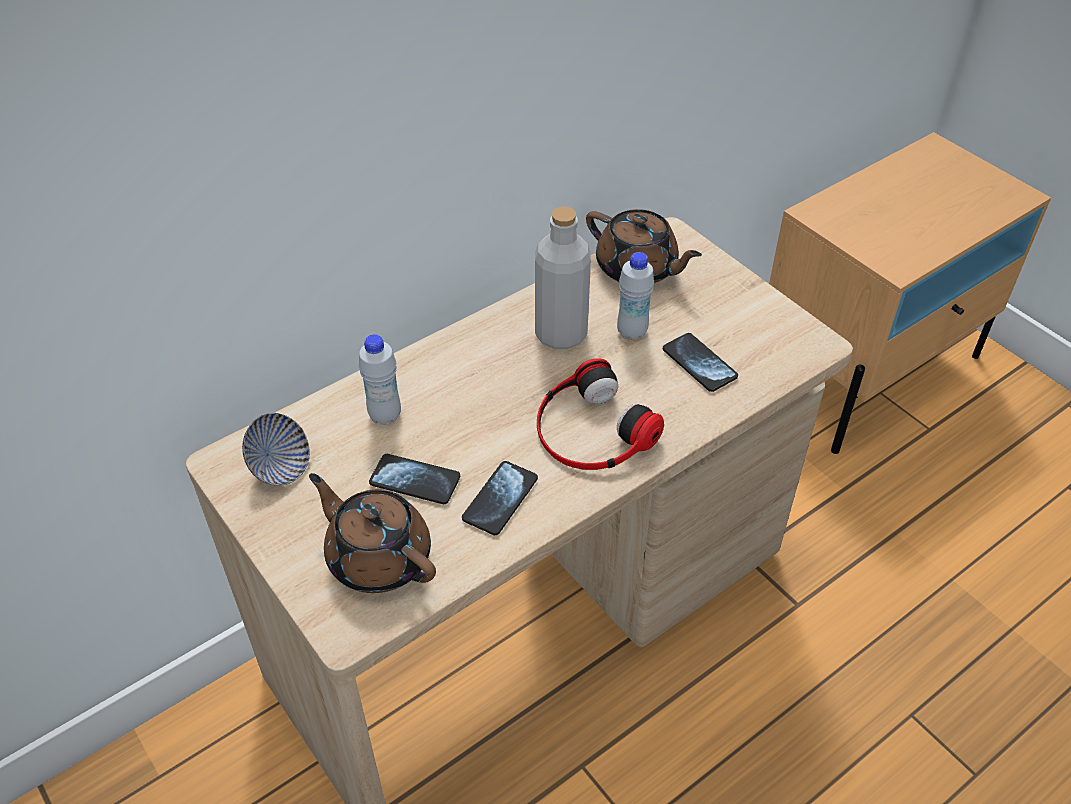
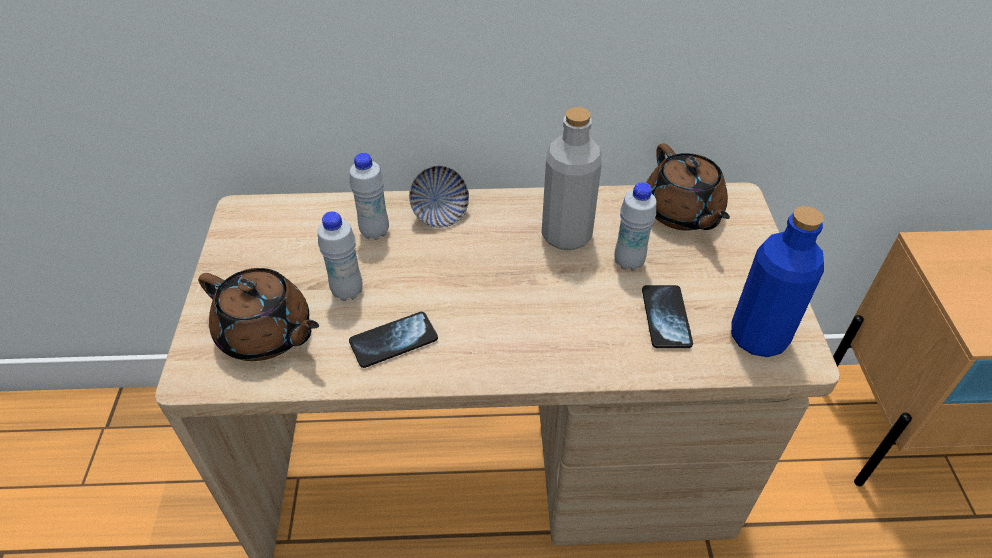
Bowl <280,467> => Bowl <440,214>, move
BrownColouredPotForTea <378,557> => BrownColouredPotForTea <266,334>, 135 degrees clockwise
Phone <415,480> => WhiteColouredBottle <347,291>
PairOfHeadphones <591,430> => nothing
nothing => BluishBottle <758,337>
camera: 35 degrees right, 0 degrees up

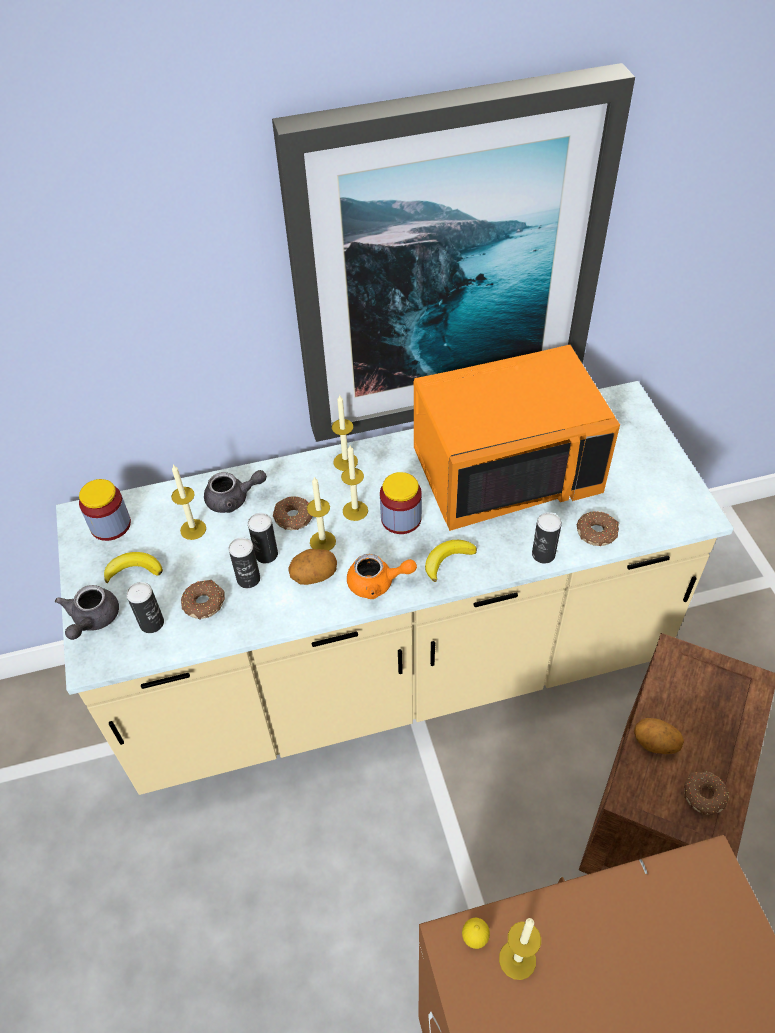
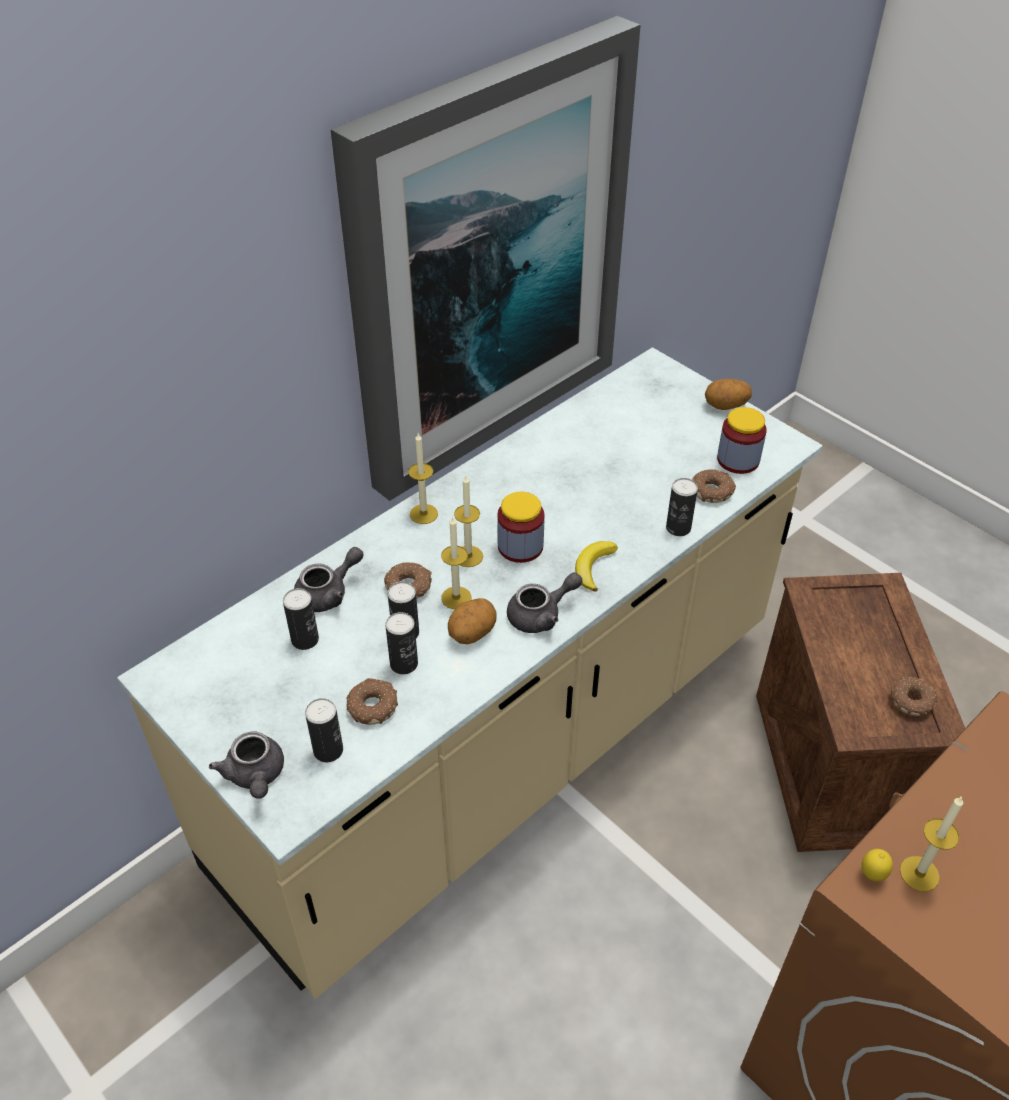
StorageJar <110,525> => StorageJar <738,460>, move
WholeBanana <134,570> => nothing
WaxCandle <193,529> => MetalCan <305,639>
OrangeyPotForTea <377,583> => GrayPotForTea <541,615>
OrangeyMicrowaveOven <505,470> => nothing
WholePotato <654,744> => WholePotato <725,407>, move
camera: 30 degrees left, 5 degrees down

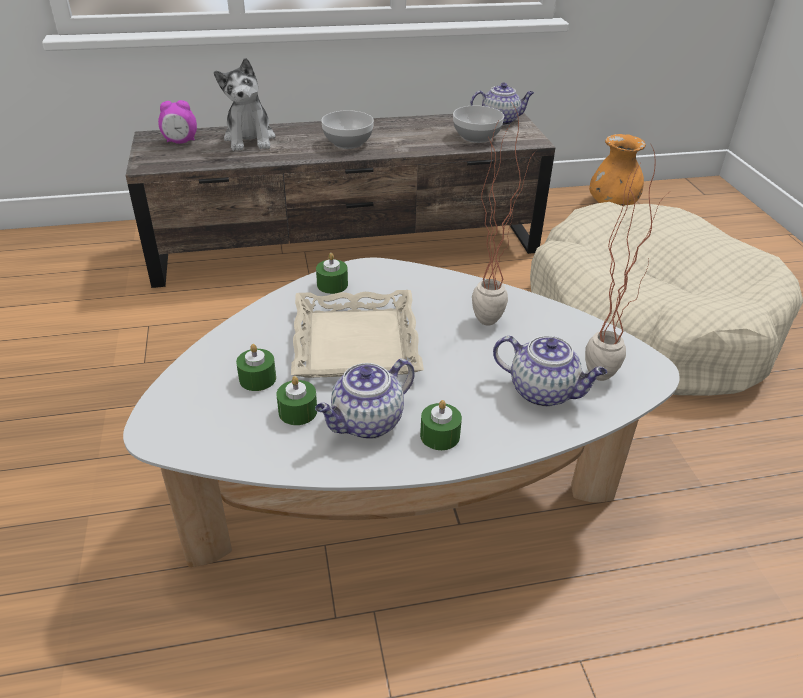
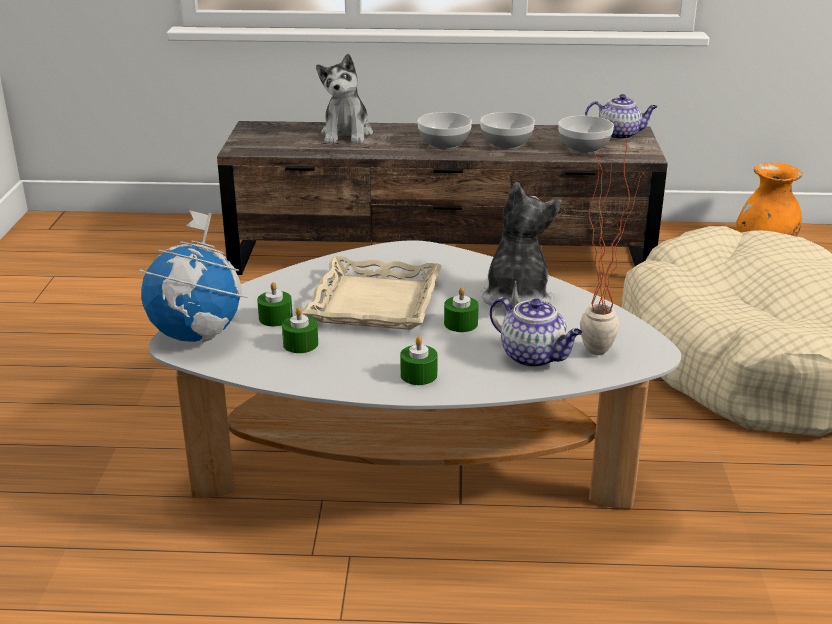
BedsideClock <180,142> => nothing
PotForTea <366,423> => nothing
GreenishWaxCandle <332,285> => GreenishWaxCandle <461,323>, move
PottedPlant <492,316> => CuddlyToy <516,296>
nothing => WorldGlobe <198,334>
nothing => Bowl <505,144>
camera: 15 degrees right, 10 degrees down

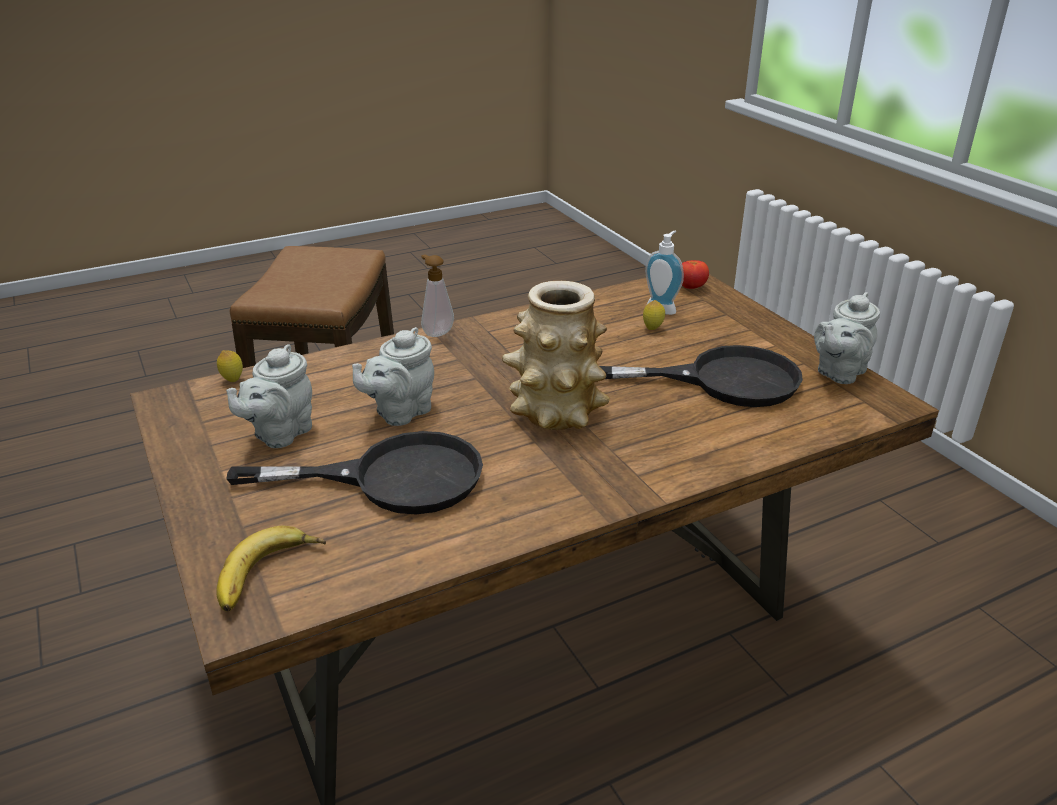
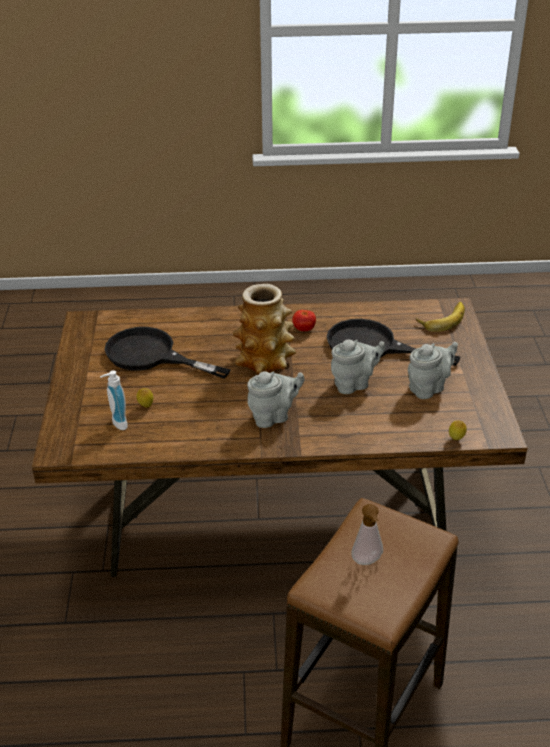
SoapDispenser <436,332> => SoapDispenser <367,562>, move
FreshTomato <691,287> => FreshTomato <304,329>, move
GrayPotForTea <839,373> => GrayPotForTea <273,416>, move
camera: 155 degrees left, 5 degrees up

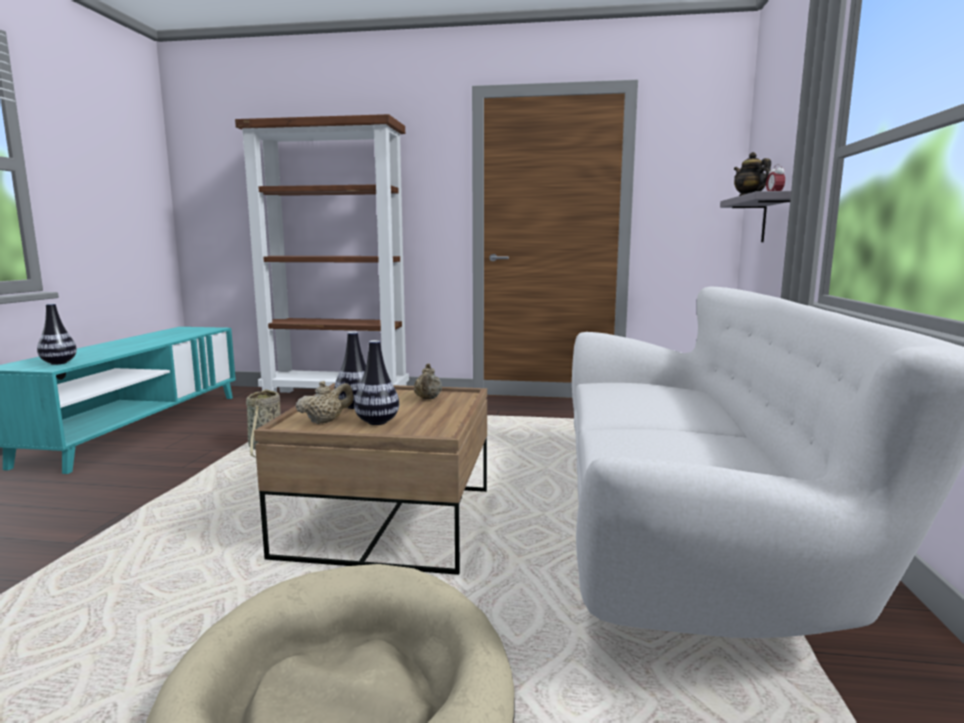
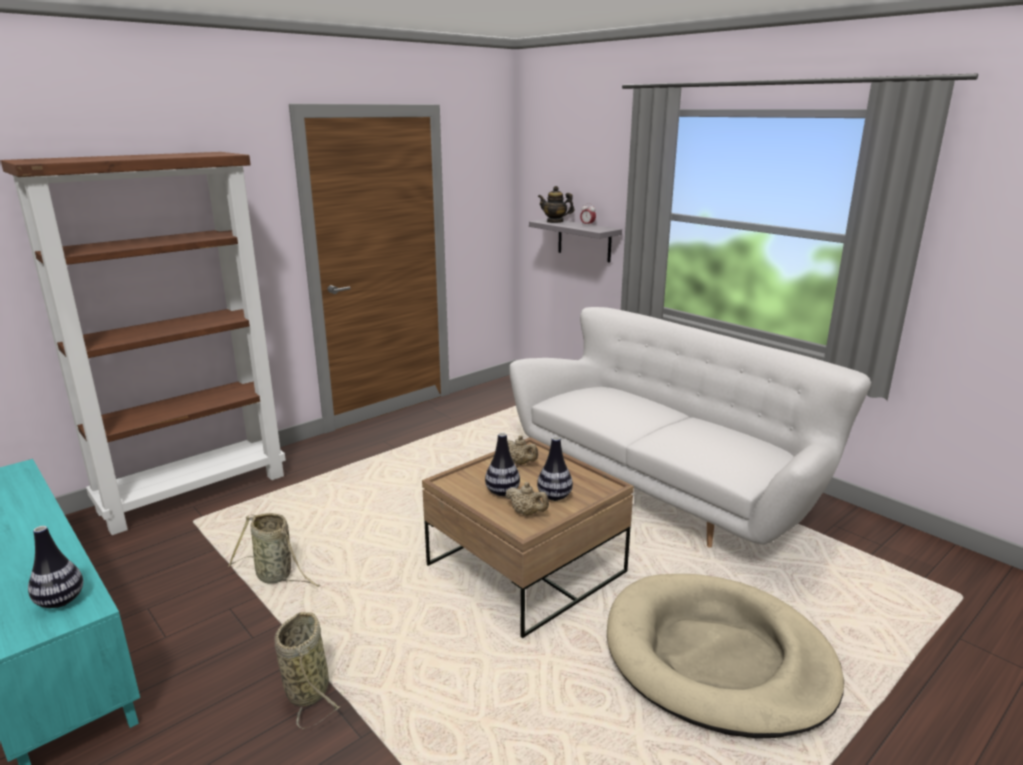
SandColouredPotForTea <326,421> => SandColouredPotForTea <527,513>, 120 degrees clockwise
nothing => Basket <307,688>
camera: 50 degrees left, 10 degrees up

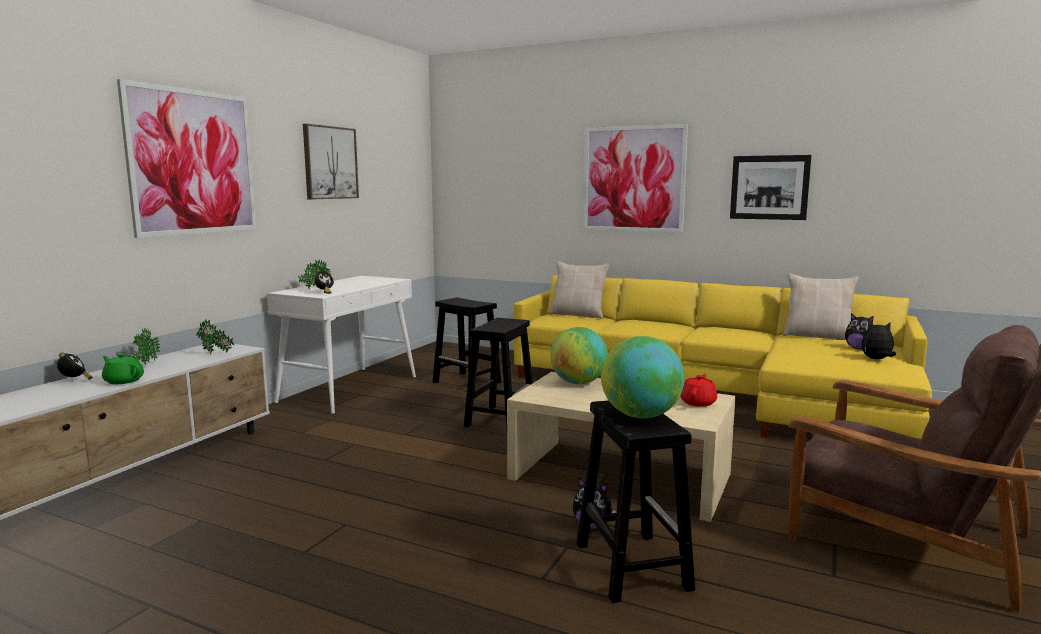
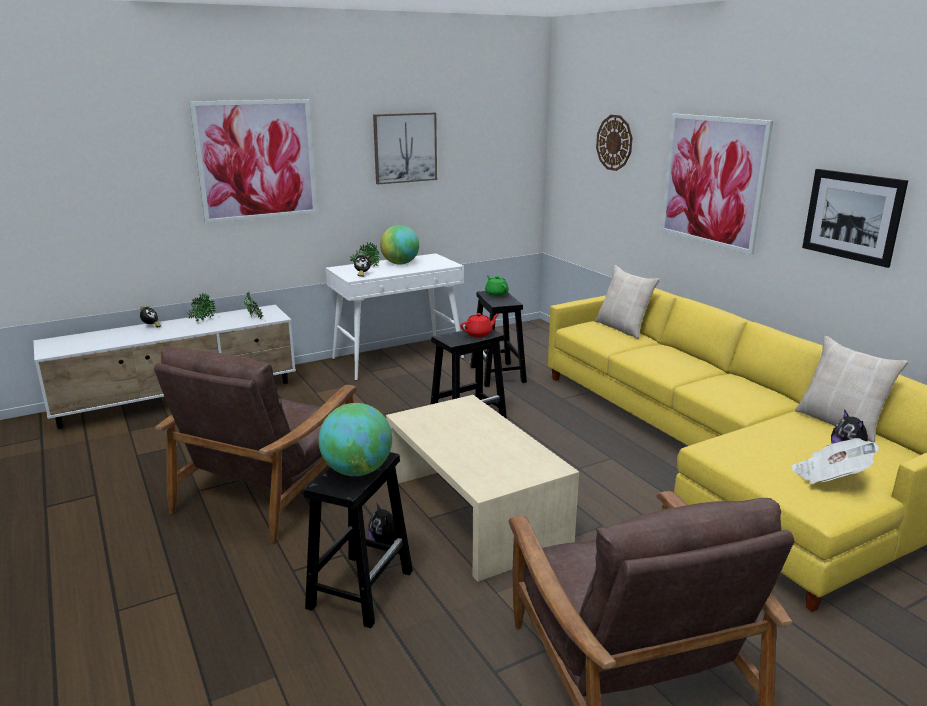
GreenishPotForTea <123,381> => GreenishPotForTea <496,293>, move
WorldGlobe <578,383> => WorldGlobe <400,263>, move
RedColouredPotForTea <698,402> => RedColouredPotForTea <479,334>, move
CuddlyToy <876,359> => DailyPaper <829,477>
nothing => BrownColouredEasyChair <269,488>
nothing => HangingClock <614,142>
camera: 35 degrees right, 10 degrees up

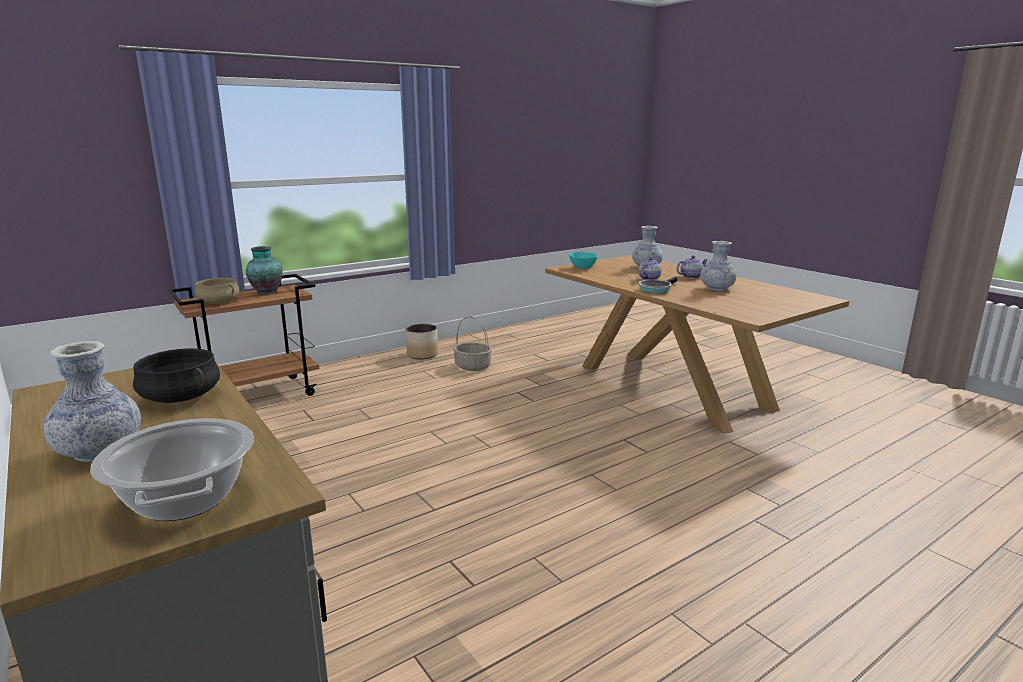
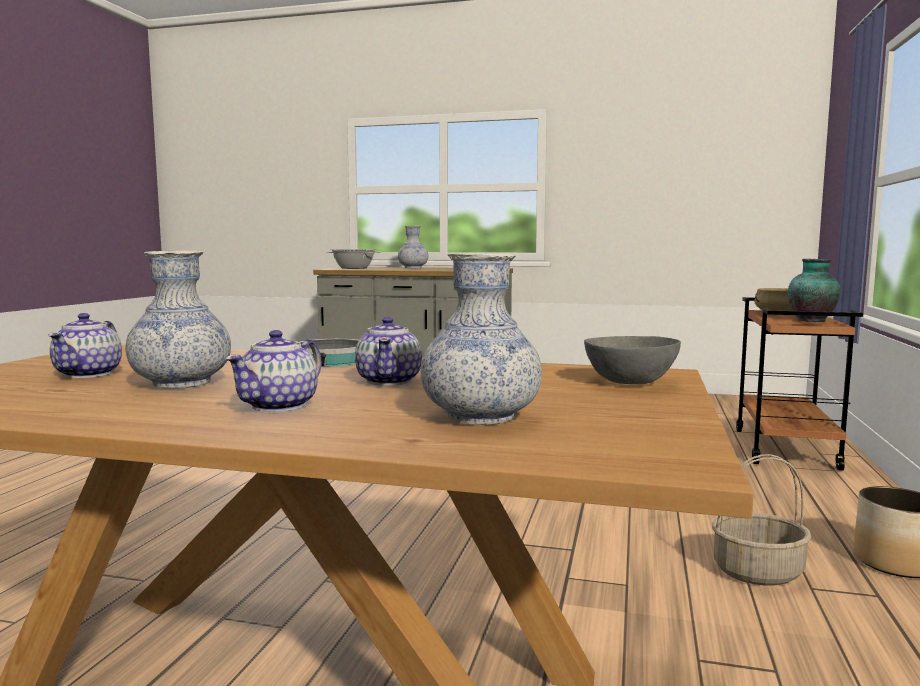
BlackishCookingPot <181,397> => nothing
TurquoiseColouredBowl <582,267> => GrayBowl <632,383>
nothing => PotForTea <89,374>
camera: 140 degrees right, 10 degrees down

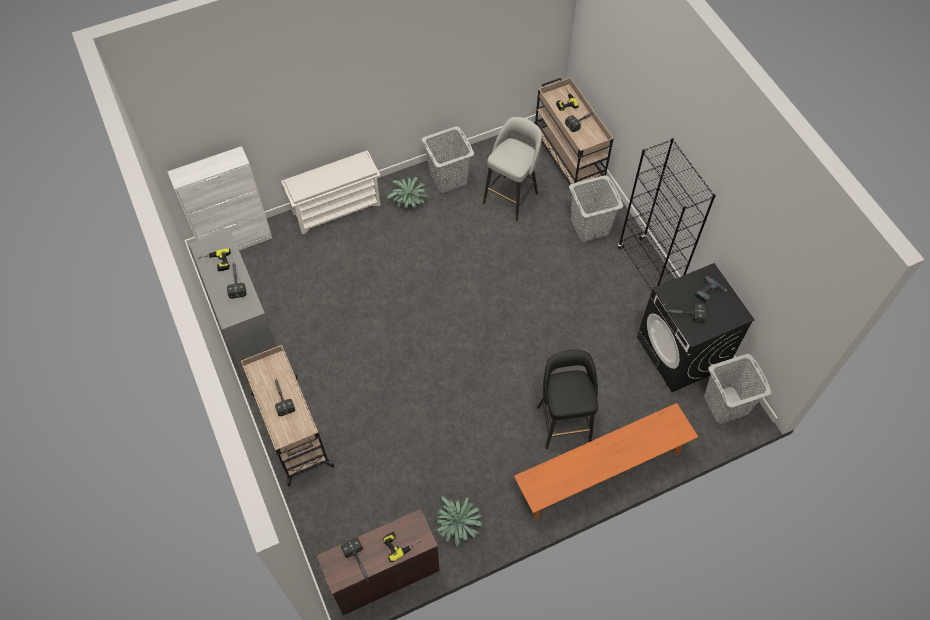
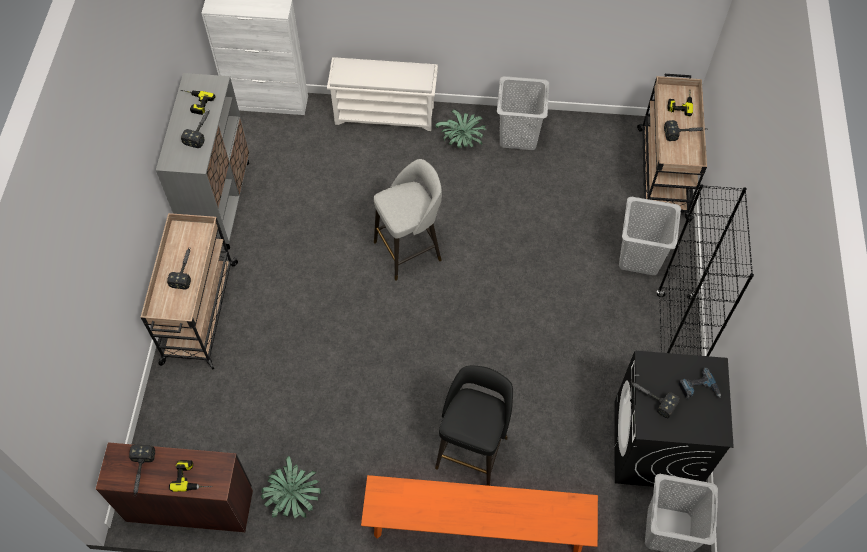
GraySittingStool <511,197> => GraySittingStool <409,250>, move
camera: 30 degrees right, 0 degrees up

